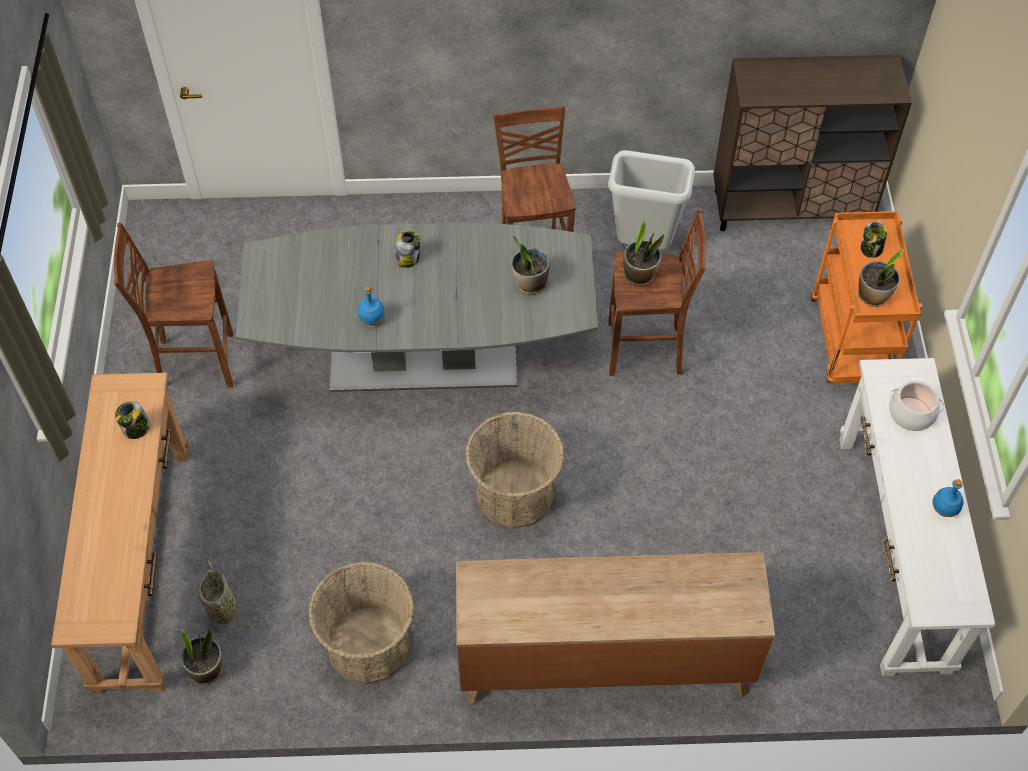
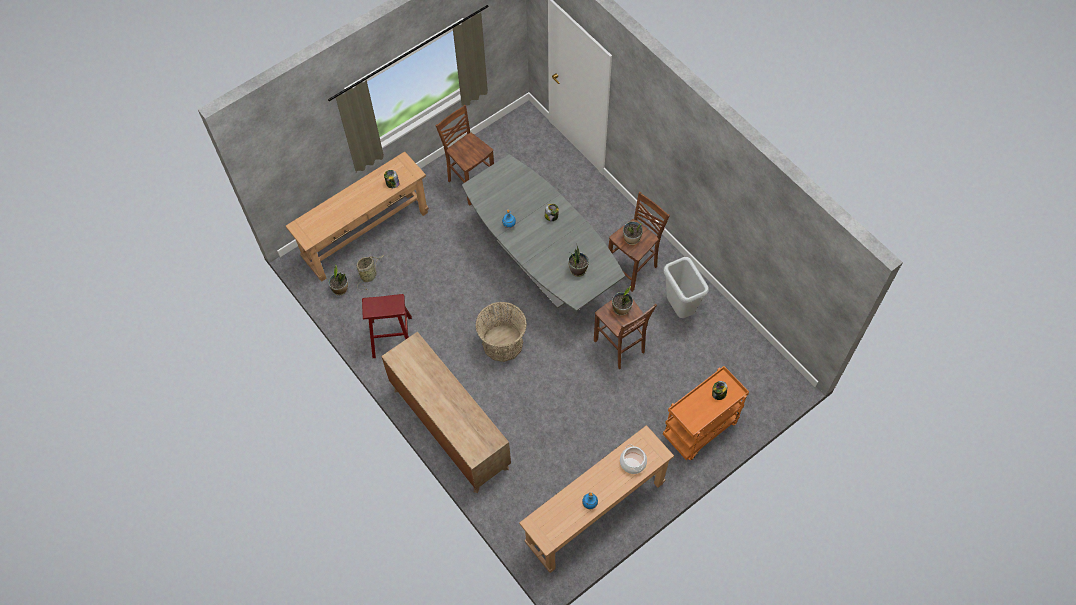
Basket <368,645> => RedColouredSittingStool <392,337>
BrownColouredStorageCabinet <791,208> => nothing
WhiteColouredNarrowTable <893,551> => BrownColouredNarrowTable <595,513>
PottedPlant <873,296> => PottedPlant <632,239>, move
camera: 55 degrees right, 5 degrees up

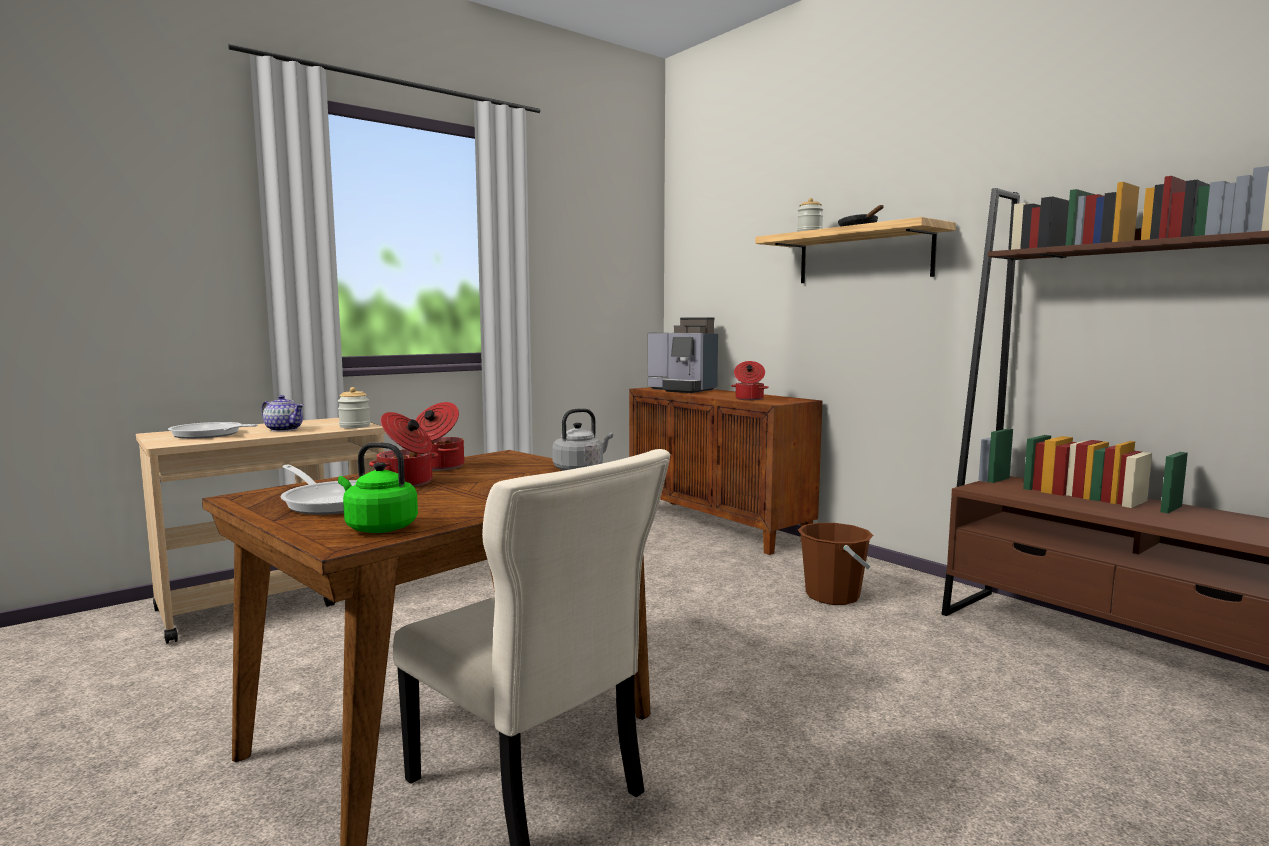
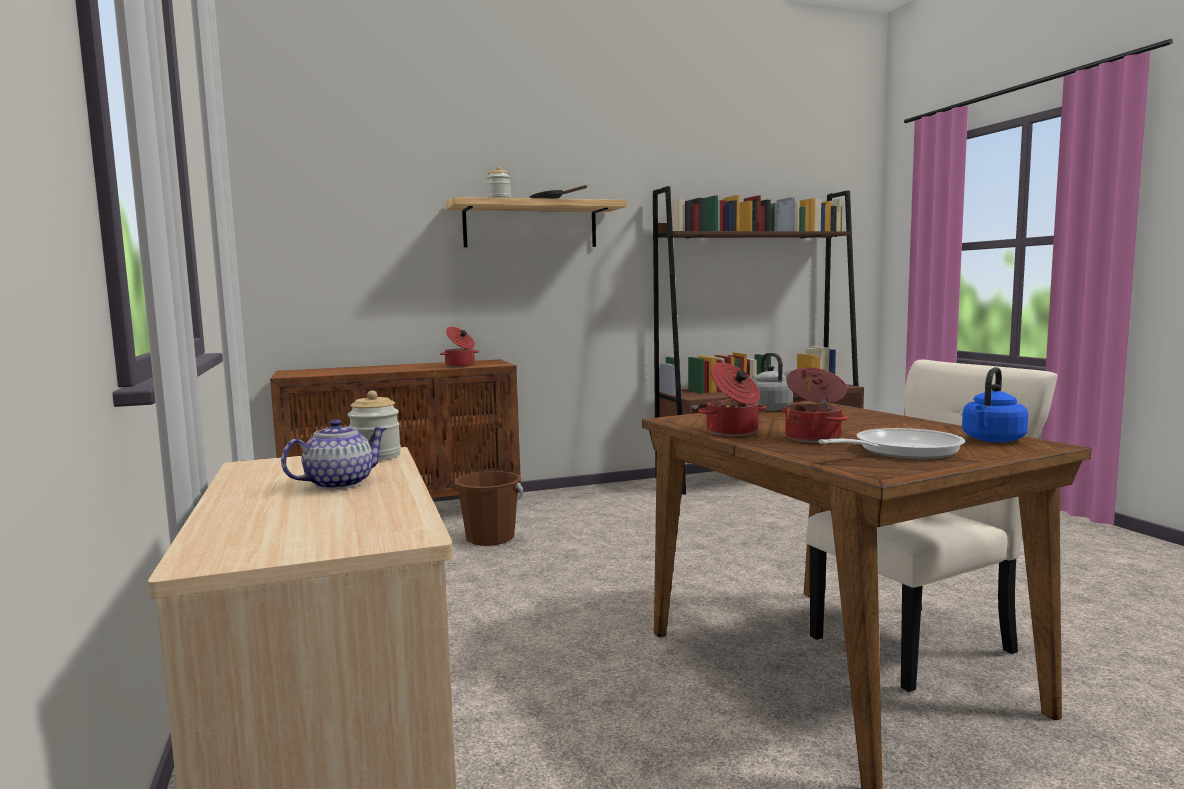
FryingPan <210,435> => nothing
GreenishKettle <378,528> => BluishKettle <992,440>
CoffeeMachine <682,390> => nothing
BrownColouredBucket <832,596> => BrownColouredBucket <490,538>, move
camera: 70 degrees left, 0 degrees up

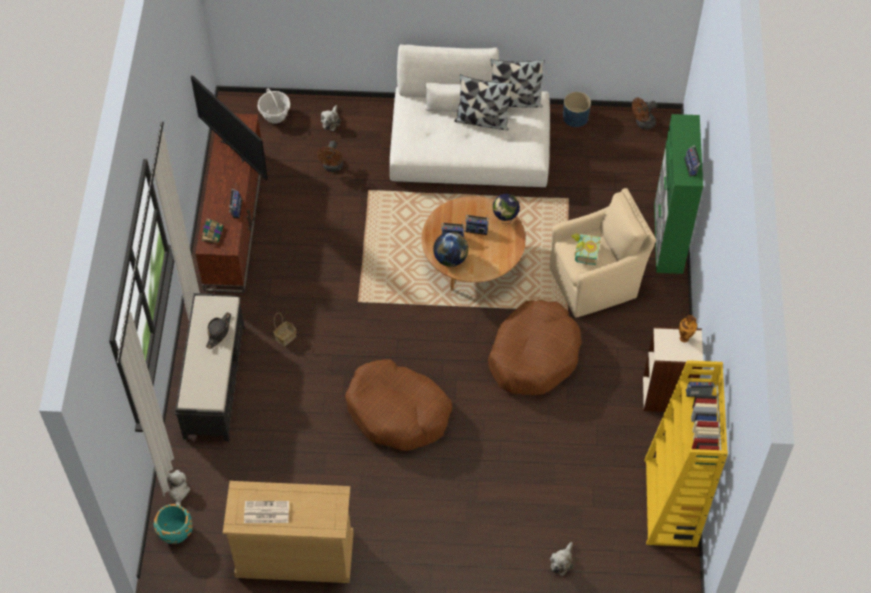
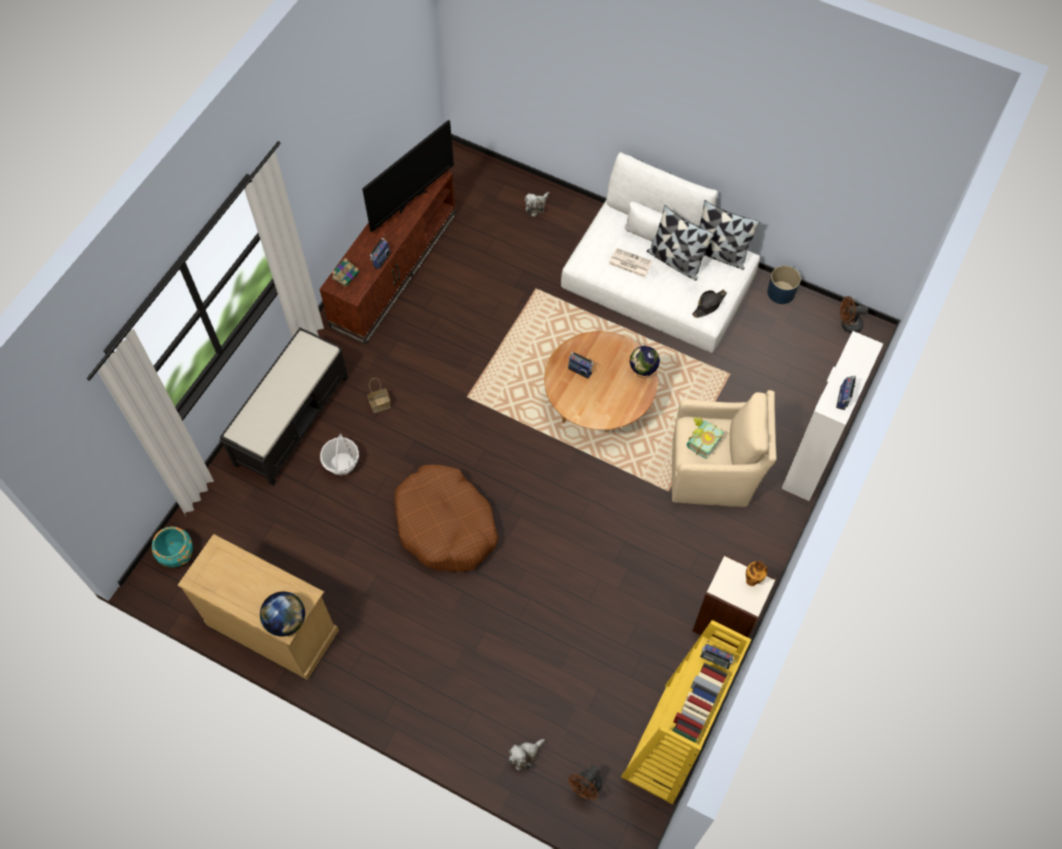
CuddlyToy <178,492> => nothing
Television <235,150> => Television <411,200>, 120 degrees counterclockwise
BlackishWearableHat <219,332> => BlackishWearableHat <709,305>, move
DailyPaper <266,512> => DailyPaper <629,263>, move
Basket <275,115> => Basket <342,464>, move
BrownColouredFan <332,167> => BrownColouredFan <586,787>, move
WorldGlobe <450,259> => WorldGlobe <286,621>, move
RadioSet <476,229> => nothing
BrownColouredDogCushion <534,355> => nothing
GreenishStorageCabinet <668,239> => WhiteColouredStorageCabinet <812,457>
camera: 25 degrees right, 5 degrees up

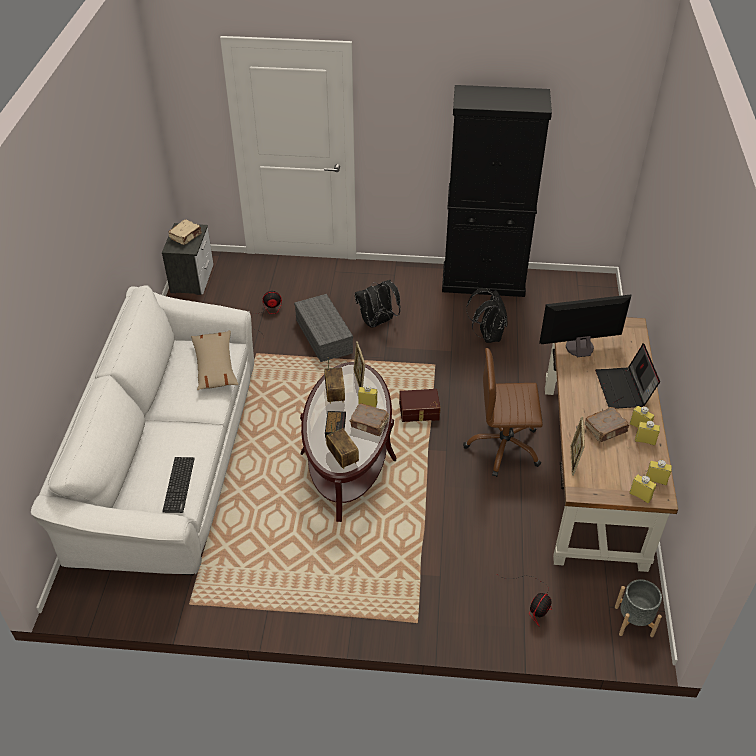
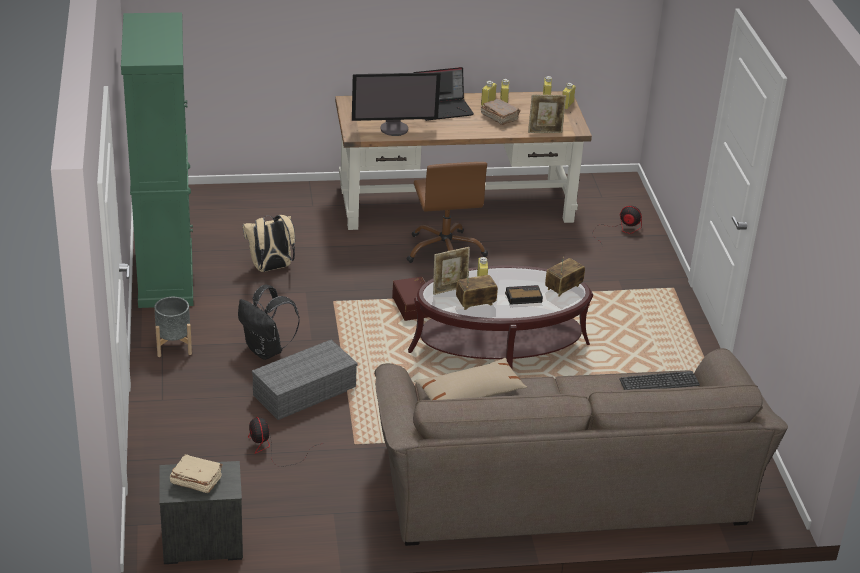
WhiteColouredCouch <169,459> => BrownColouredCouch <562,482>
BrownColouredBoundBook <369,424> => nothing
BlackishStorageCabinet <483,281> => GreenishStorageCabinet <166,275>
BlackishRucksack <487,335> => SandColouredRucksack <271,268>
ComputerScreen <579,348> => ComputerScreen <394,128>, 75 degrees counterclockwise
GrayPlantPot <634,621> => GrayPlantPot <173,345>, move
camera: 105 degrees left, 10 degrees down

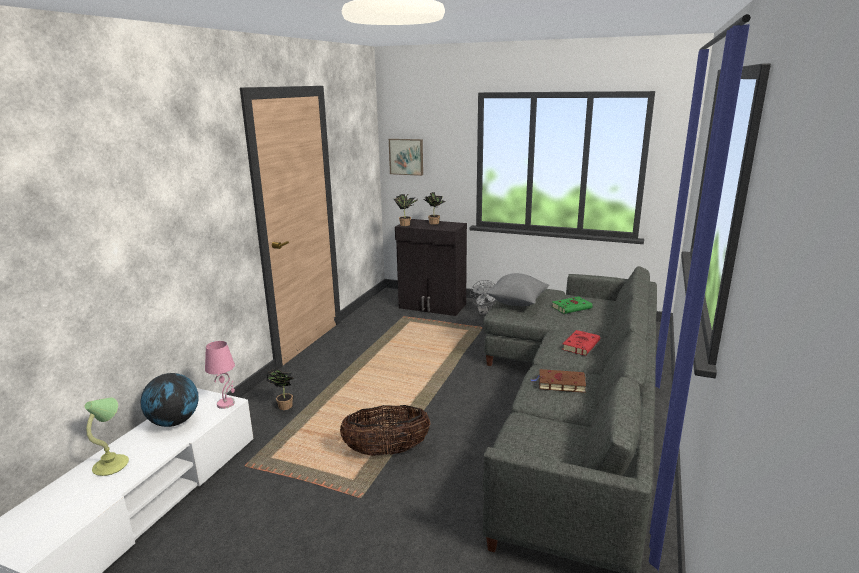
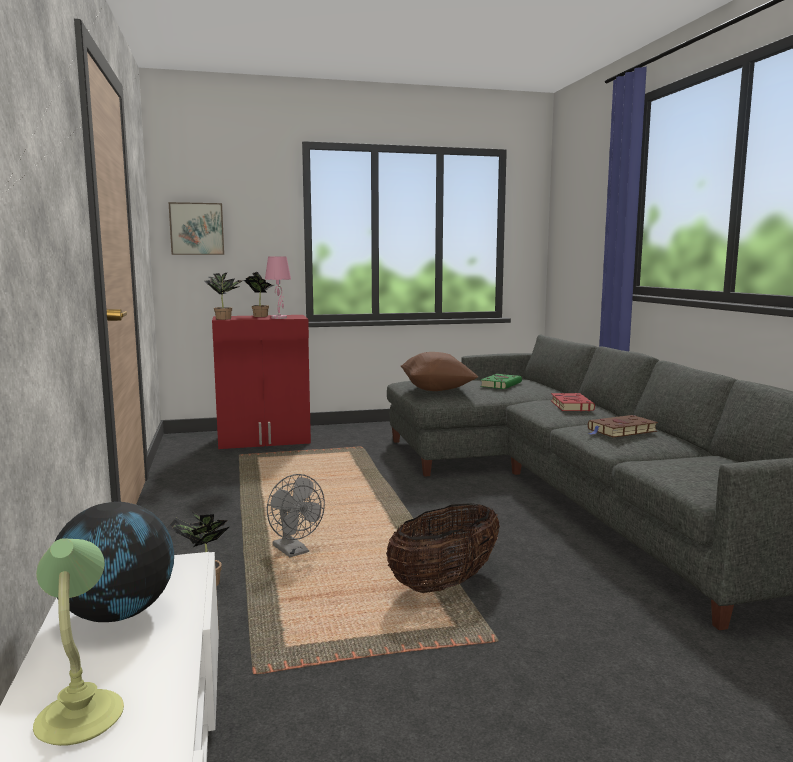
PinkTabletopLamp <226,403> => PinkTabletopLamp <279,318>, move
BlackishStorageCabinet <432,306> => RedColouredStorageCabinet <264,440>
GrayFan <483,312> => GrayFan <294,552>, move
GrayPillow <517,303> => BrownColouredPillow <436,390>
camera: 35 degrees left, 10 degrees down

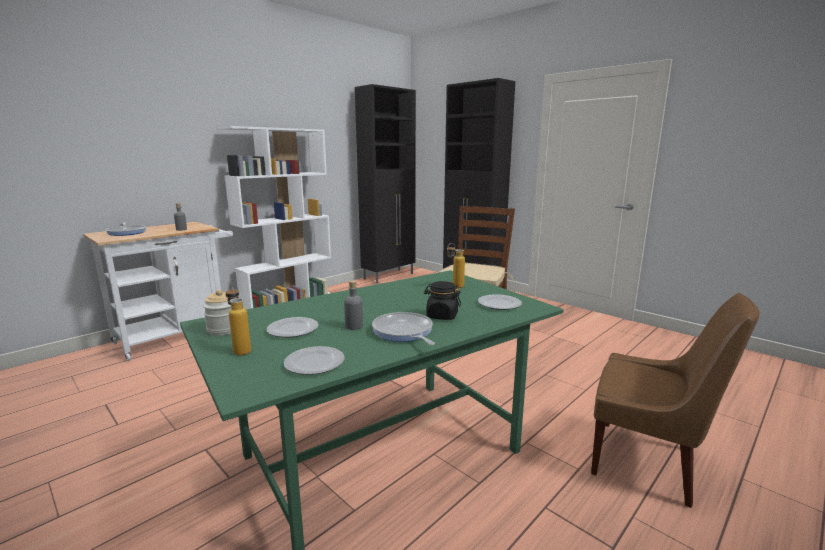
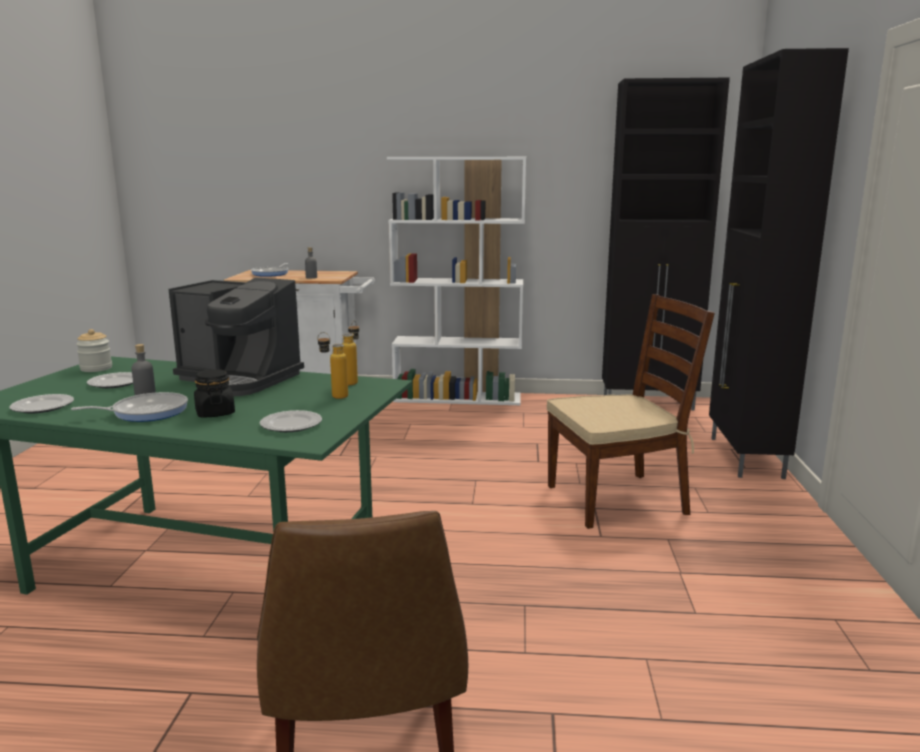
Bottle <240,349> => Bottle <352,382>, move
FryingPan <403,332> => FryingPan <146,412>, 45 degrees clockwise
nothing => CoffeeMachine <240,379>
camera: 50 degrees right, 0 degrees up

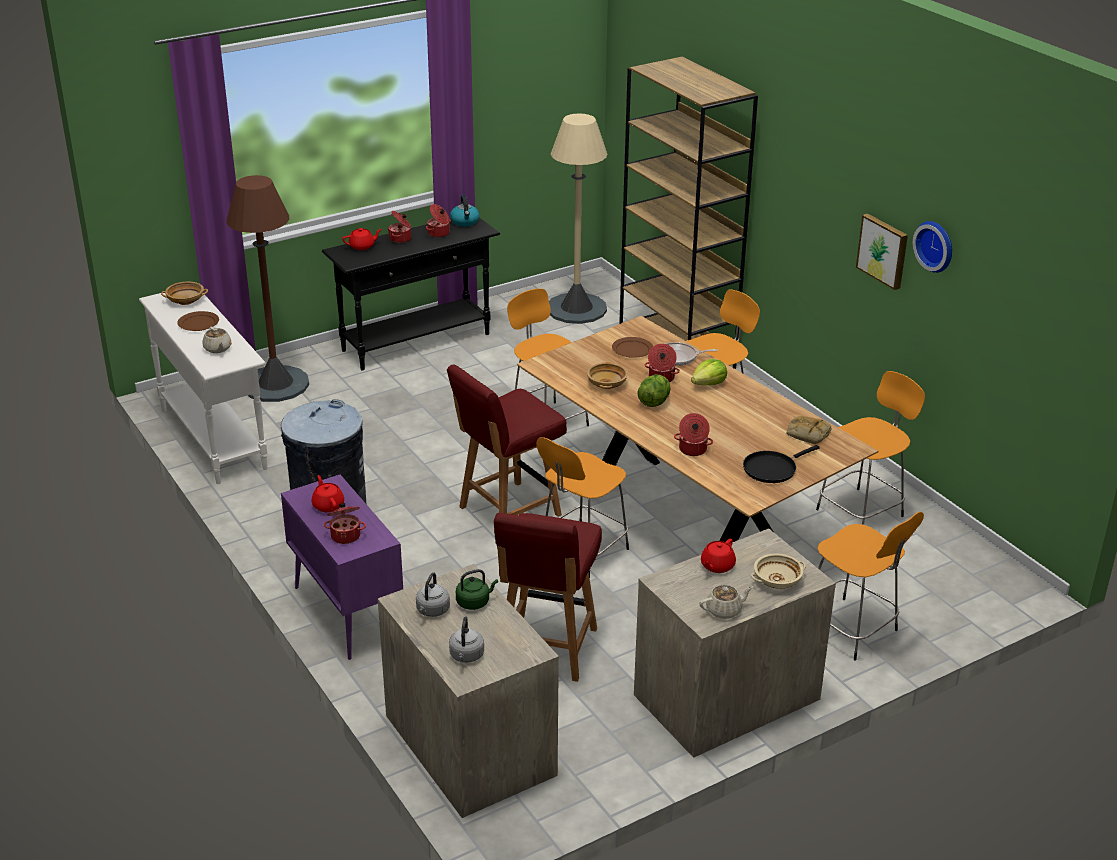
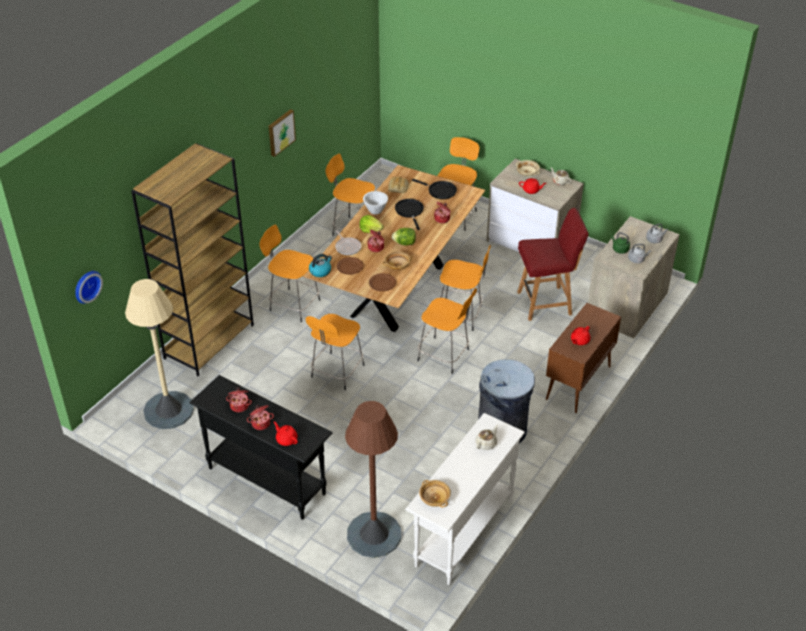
BrownColouredFlatDish <199,323> => BrownColouredFlatDish <382,283>, move
PurpleStorageCabinet <346,612> => BrownColouredStorageCabinet <578,383>
CookingPot <345,535> => nothing
RedColouredUprightChair <507,512> => OrangeySittingStool <445,356>
Kettle <465,222> => Kettle <320,271>, move
HangingClock <936,245> => HangingClock <86,286>, move
nothing => WhiteColouredBowl <375,210>
nothing => BlackishFryingPan <410,211>
camera: 115 degrees left, 10 degrees up

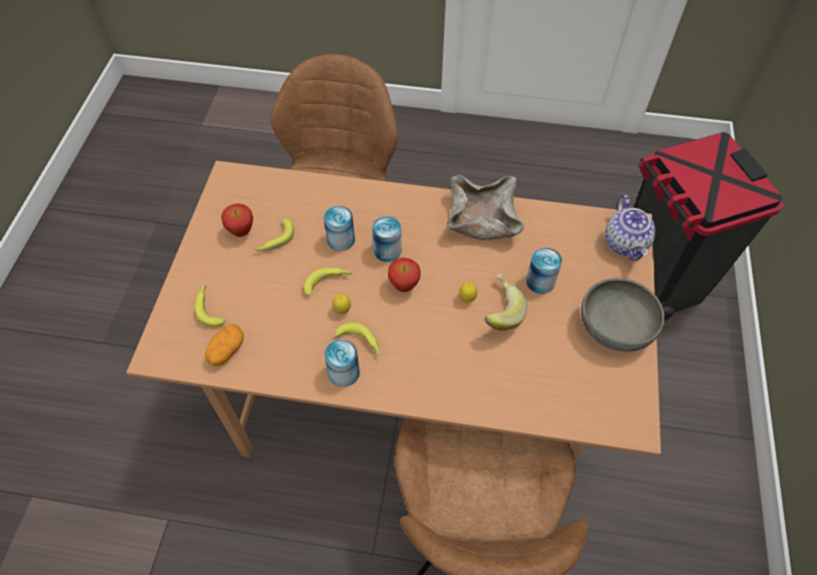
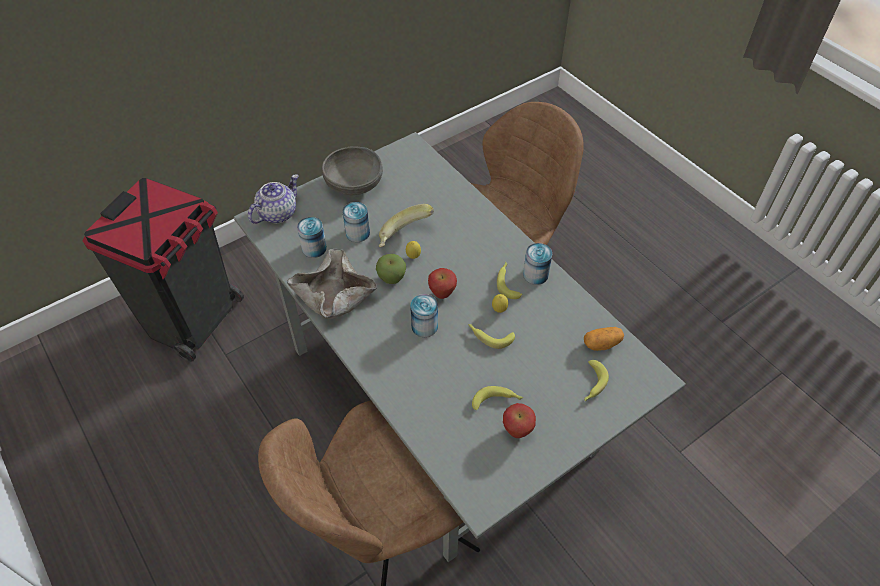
BrownColouredDinnerTable <410,386> => GrayDinnerTable <437,398>
MetalCan <341,239> => MetalCan <314,248>, move
nothing => AppleFruit <391,278>
camera: 135 degrees left, 5 degrees down

